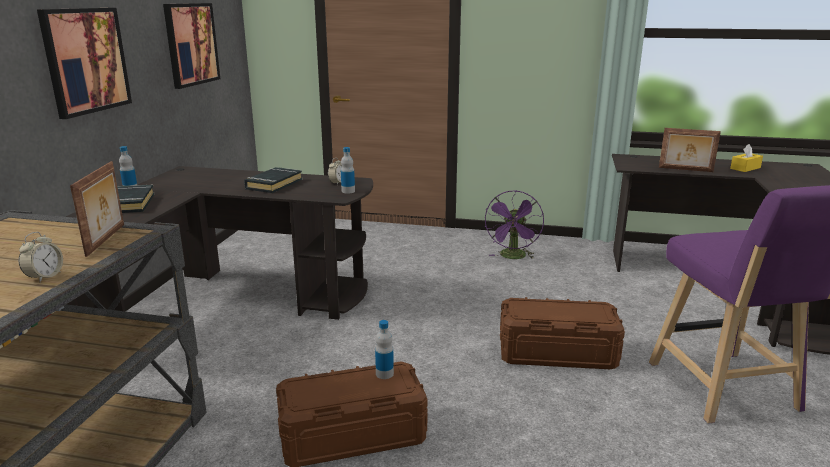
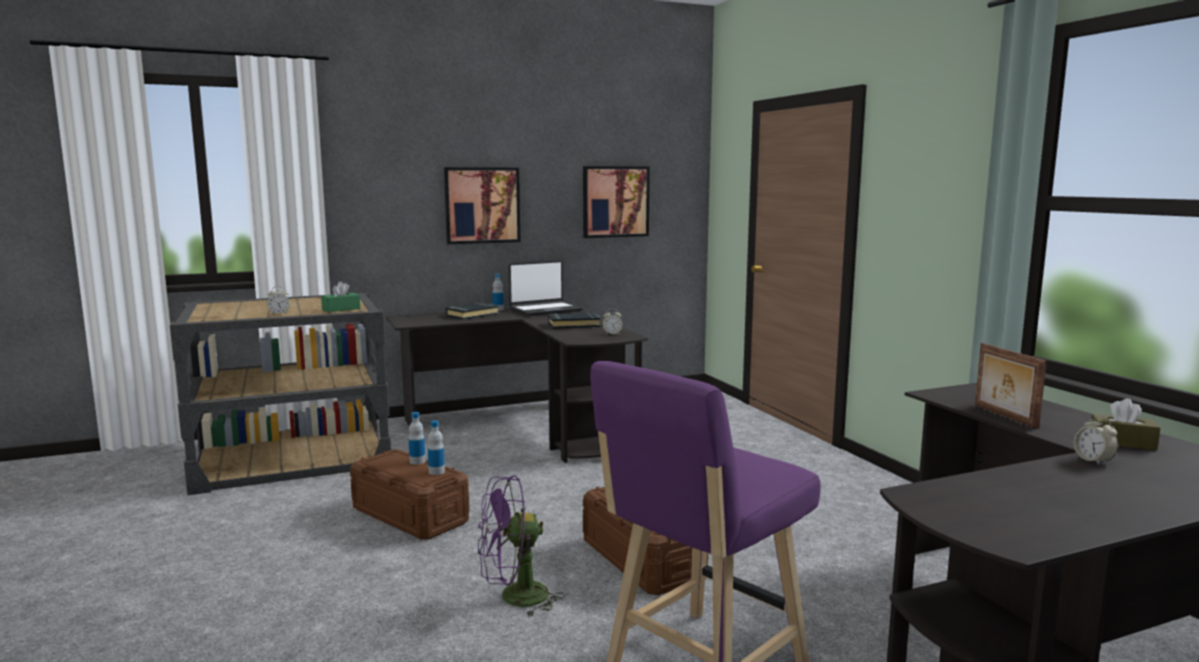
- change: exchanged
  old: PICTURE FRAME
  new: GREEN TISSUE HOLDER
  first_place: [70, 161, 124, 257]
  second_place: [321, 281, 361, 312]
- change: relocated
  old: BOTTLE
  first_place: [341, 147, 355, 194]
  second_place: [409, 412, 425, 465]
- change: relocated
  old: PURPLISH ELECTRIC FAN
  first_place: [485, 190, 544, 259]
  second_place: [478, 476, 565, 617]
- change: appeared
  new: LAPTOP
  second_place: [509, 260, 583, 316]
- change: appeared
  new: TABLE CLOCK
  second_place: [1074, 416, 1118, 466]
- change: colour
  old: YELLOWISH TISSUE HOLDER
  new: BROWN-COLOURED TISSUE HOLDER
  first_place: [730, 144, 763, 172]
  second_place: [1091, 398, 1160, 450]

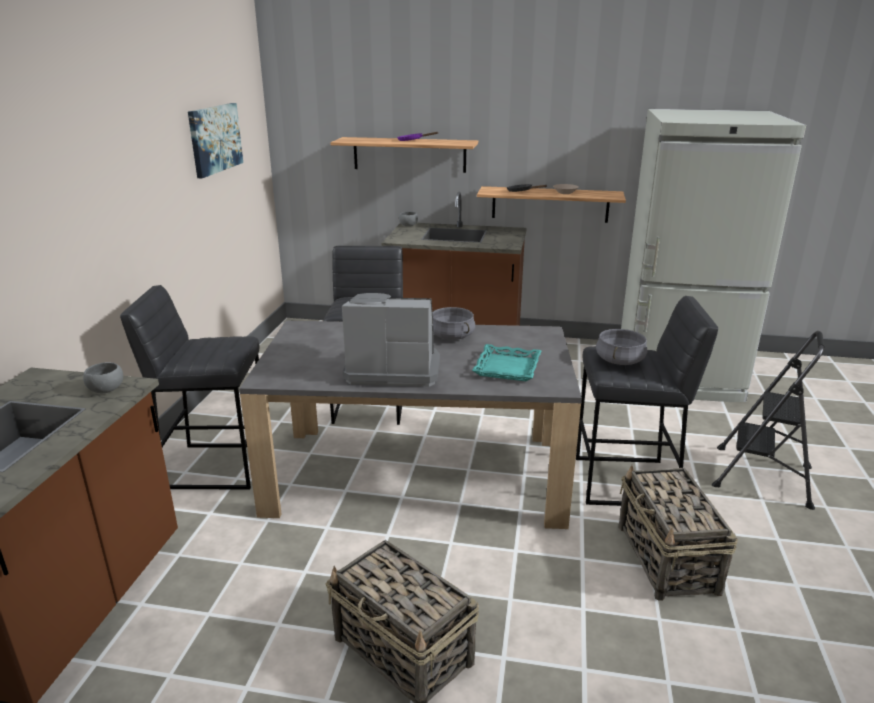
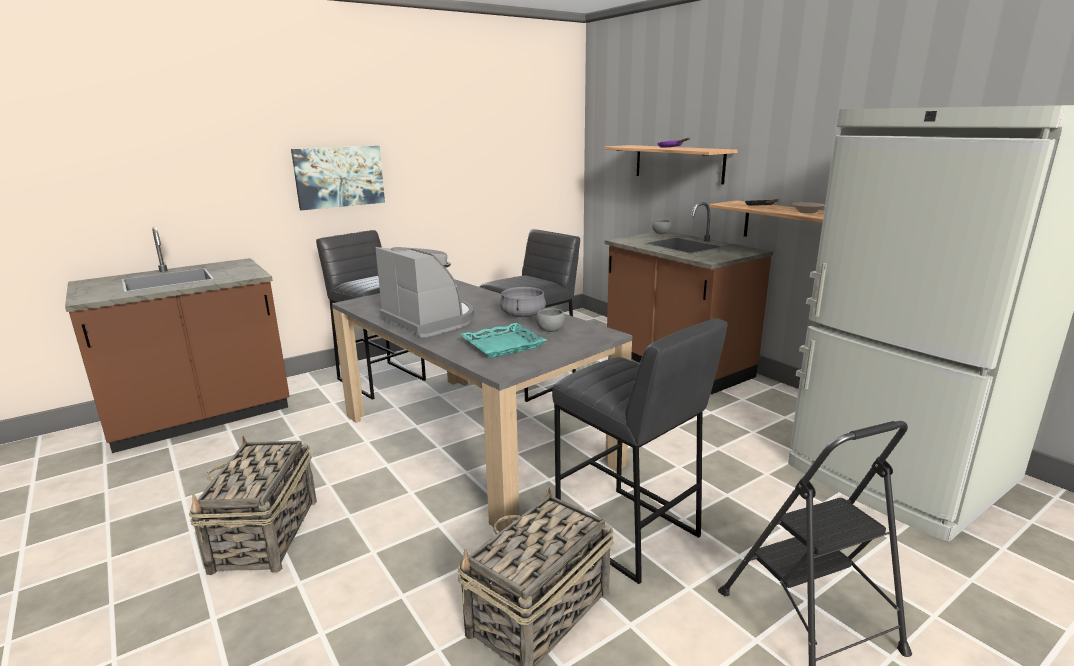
- change: relocated
  old: WALL ART
  first_place: [188, 103, 243, 178]
  second_place: [291, 146, 385, 210]
- change: relocated
  old: GREY SERVING BOWL
  first_place: [83, 362, 123, 393]
  second_place: [536, 308, 566, 332]
- change: missing
  old: GREY STOCKPOT
  first_place: [596, 329, 648, 365]

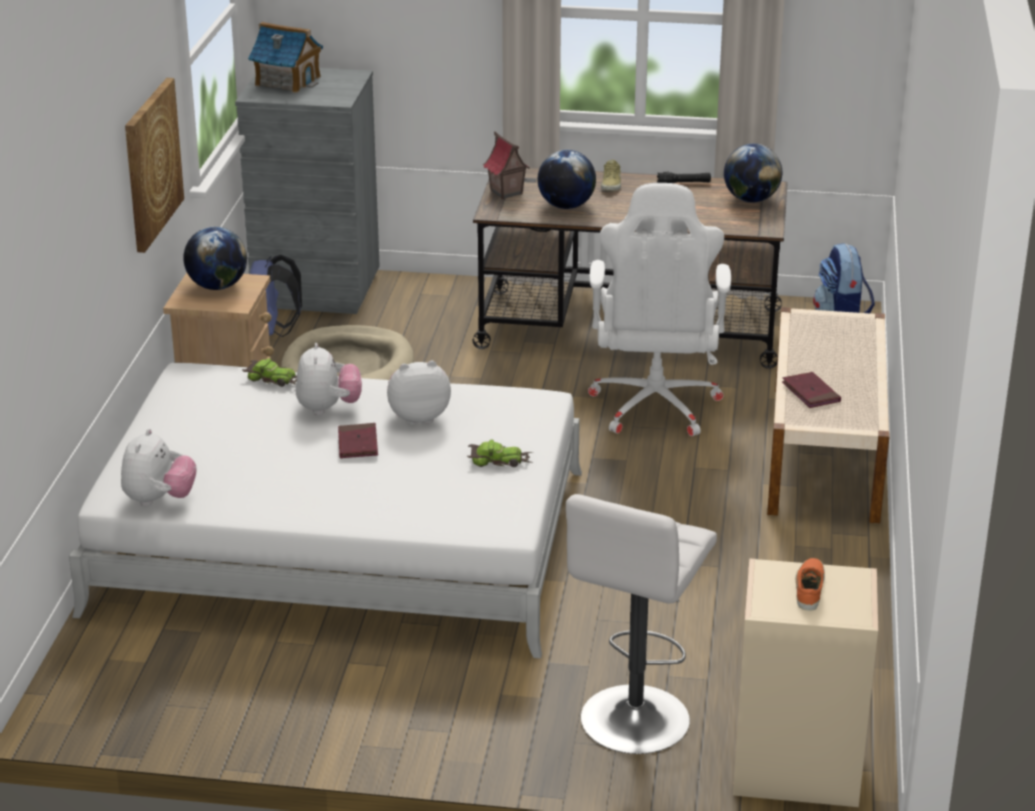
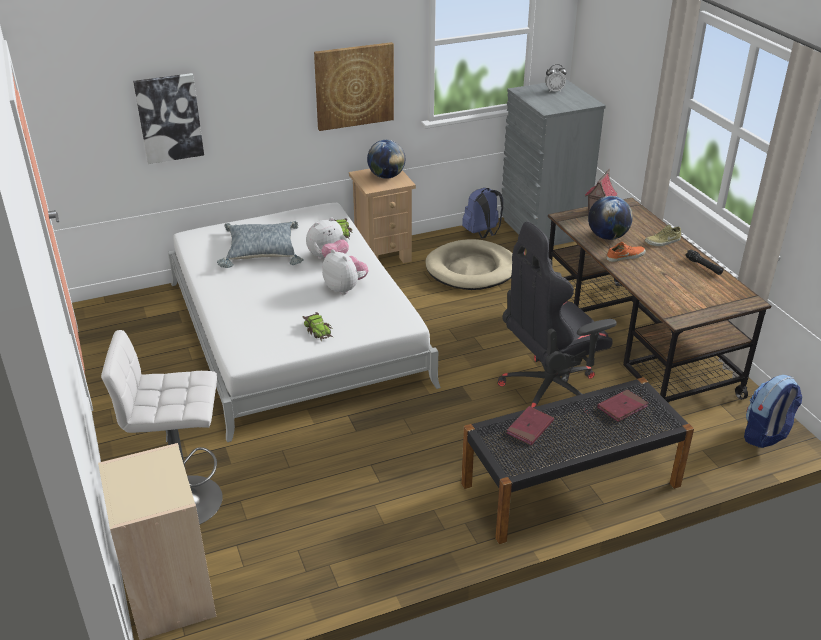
- change: appeared
  new: WALL ART
  second_place: [133, 73, 204, 164]
- change: appeared
  new: CUSHION
  second_place: [217, 221, 304, 268]
- change: colour
  old: BEIGE-COLOURED LONG SEAT
  new: BLACK-COLOURED LONG SEAT
  first_place: [767, 307, 890, 524]
  second_place: [461, 377, 694, 544]
- change: colour
  old: WHITE OFFICE CHAIR
  new: BLACK-COLOURED OFFICE CHAIR
  first_place: [588, 183, 731, 436]
  second_place: [498, 222, 617, 414]
- change: exchanged
  old: MODEL HOUSE
  new: TABLE CLOCK
  first_place: [248, 22, 323, 93]
  second_place: [545, 64, 566, 93]
- change: relocated
  old: RED BOUND BOOK
  first_place: [338, 423, 378, 458]
  second_place: [597, 389, 648, 422]
- change: relocated
  old: ORANGE-COLOURED ITEM OF FOOTWEAR
  first_place: [795, 558, 825, 611]
  second_place: [607, 242, 646, 262]
- change: missing
  old: SOFT TOY
  first_place: [121, 429, 196, 506]
- change: missing
  old: WORLD GLOBE
  first_place: [724, 144, 782, 202]

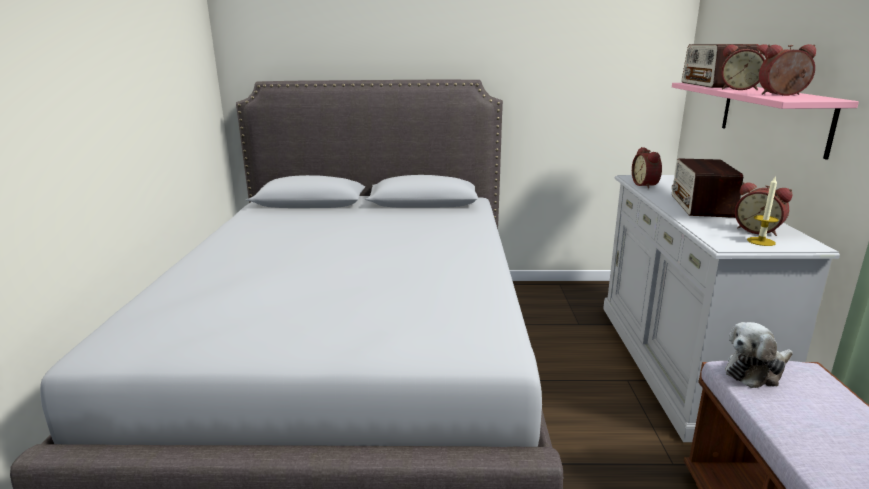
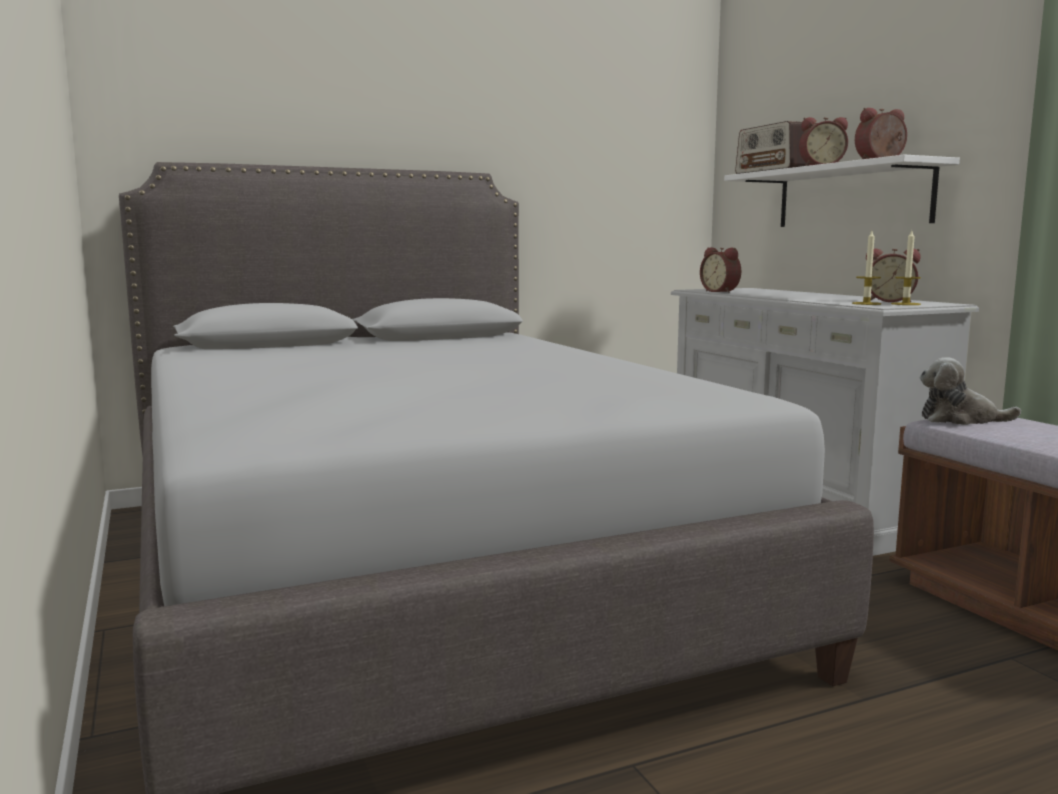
- change: colour
  old: PINK BRACKET SHELF
  new: WHITE BRACKET SHELF
  first_place: [672, 83, 859, 160]
  second_place: [724, 155, 960, 227]
- change: appeared
  new: WAX CANDLE
  second_place: [852, 231, 881, 305]
- change: spun
  old: SOFT TOY
  first_place: [725, 322, 793, 388]
  second_place: [919, 357, 1021, 425]
  degrees: 60
- change: missing
  old: RADIO SET
  first_place: [671, 158, 743, 218]

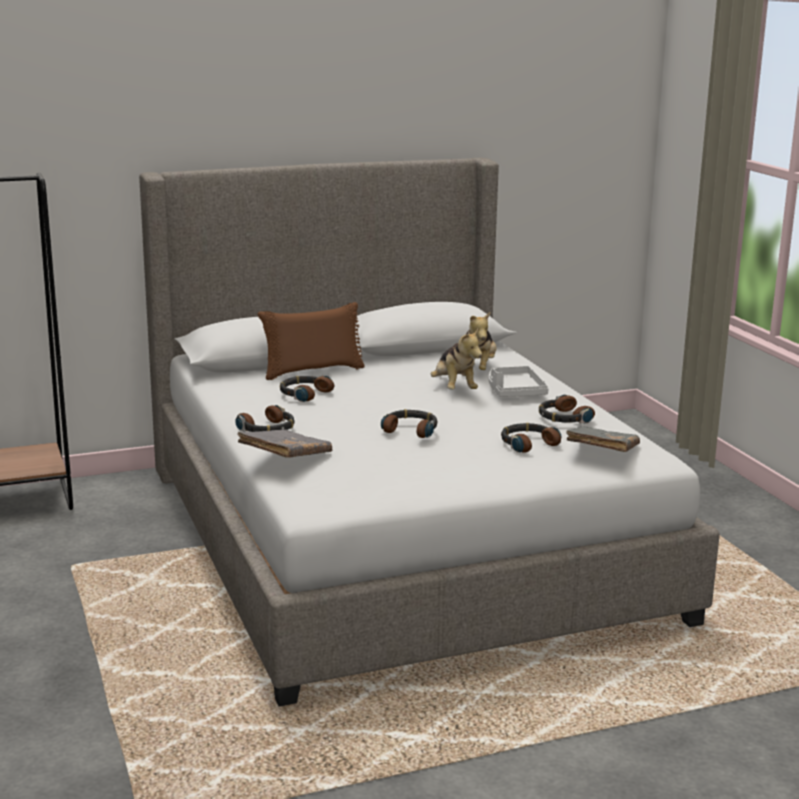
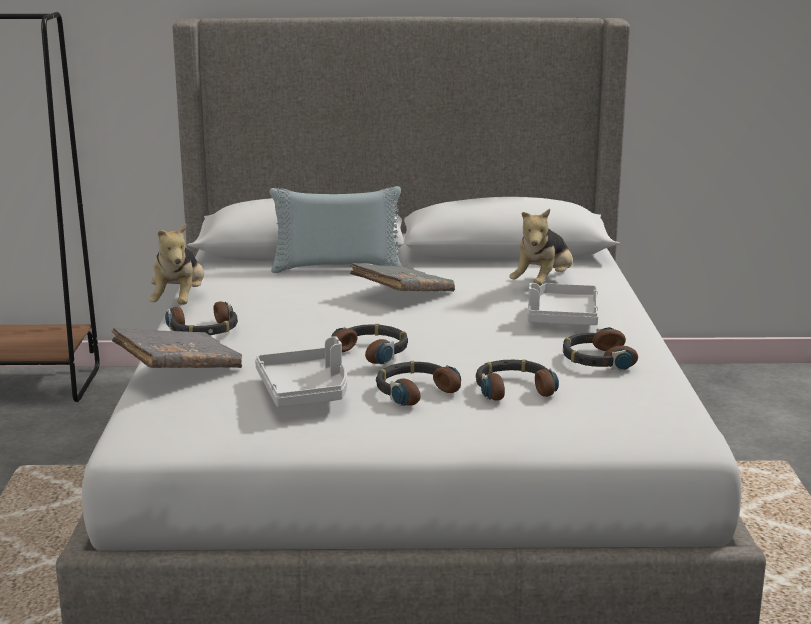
- change: relocated
  old: SOFT TOY
  first_place: [431, 328, 482, 390]
  second_place: [149, 223, 204, 305]
- change: appeared
  new: GREY TRAY
  second_place: [255, 336, 347, 407]
- change: colour
  old: BROWN-COLOURED CUSHION
  new: BLUE CUSHION
  first_place: [258, 302, 365, 380]
  second_place: [269, 186, 401, 273]
- change: relocated
  old: GREY BOUND BOOK
  first_place: [566, 426, 640, 452]
  second_place: [350, 263, 455, 292]
- change: relocated
  old: HEADPHONES
  first_place: [280, 376, 334, 402]
  second_place: [376, 361, 461, 406]

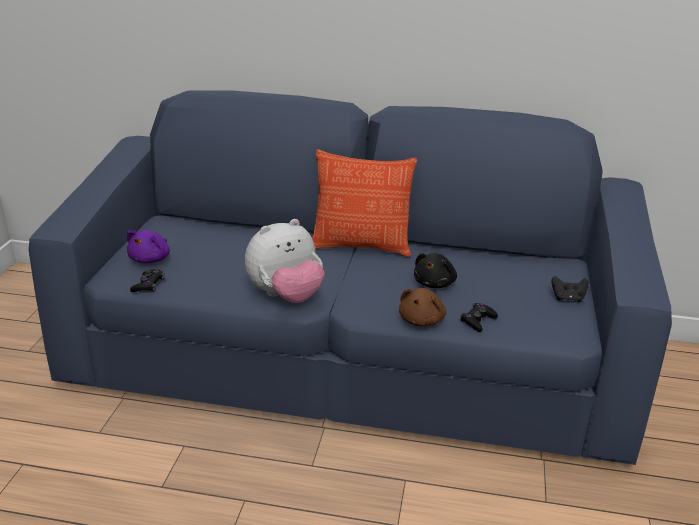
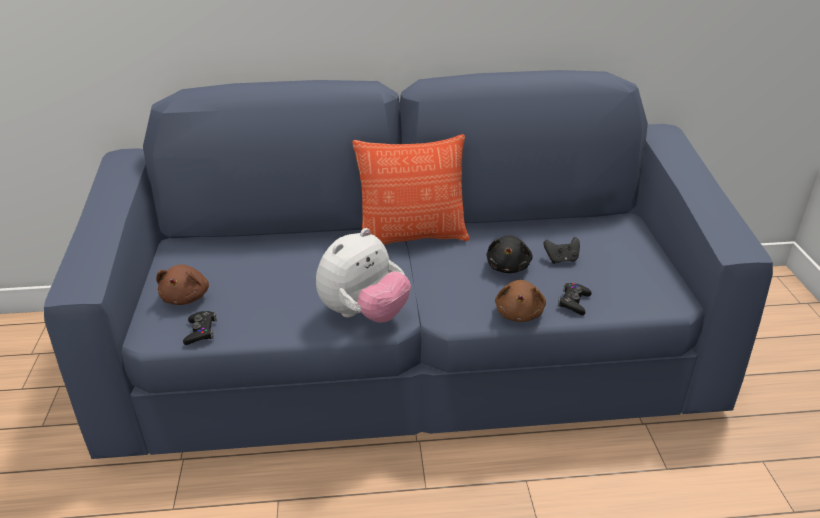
- change: colour
  old: PURPLISH SOFT TOY
  new: BROWN-COLOURED SOFT TOY
  first_place: [127, 230, 170, 263]
  second_place: [156, 264, 209, 305]
- change: relocated
  old: BLACK-COLOURED JOYPAD
  first_place: [551, 276, 588, 302]
  second_place: [544, 237, 580, 264]

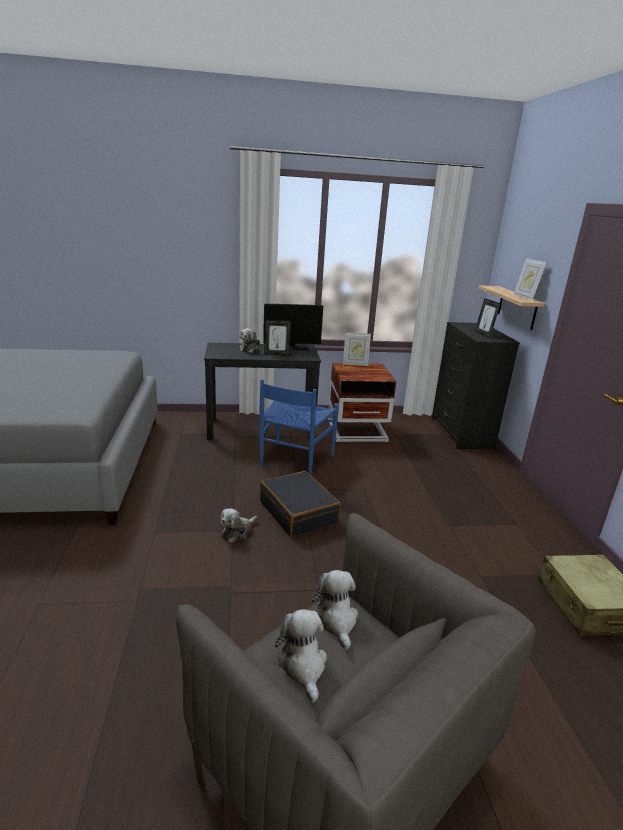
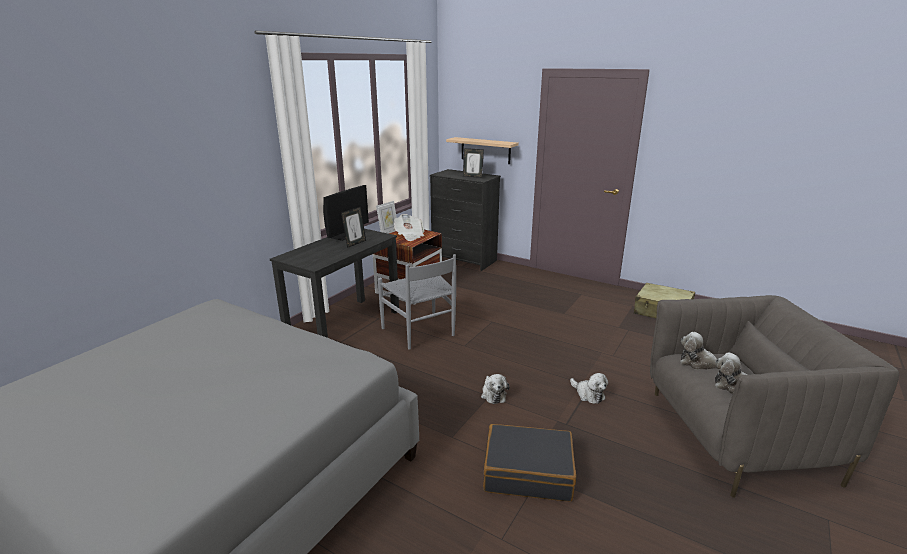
- change: colour
  old: BLUE UPRIGHT CHAIR
  new: GREY UPRIGHT CHAIR
  first_place: [259, 379, 339, 476]
  second_place: [378, 254, 456, 350]
- change: appeared
  new: NEWSPAPER
  second_place: [394, 214, 424, 241]
- change: relocated
  old: BLACK-COLOURED TRAVEL CASE
  first_place: [260, 471, 341, 537]
  second_place: [483, 424, 576, 501]
- change: relocated
  old: SOFT TOY
  first_place: [239, 328, 260, 353]
  second_place: [570, 373, 608, 404]
- change: missing
  old: PICTURE FRAME
  first_place: [513, 258, 546, 300]

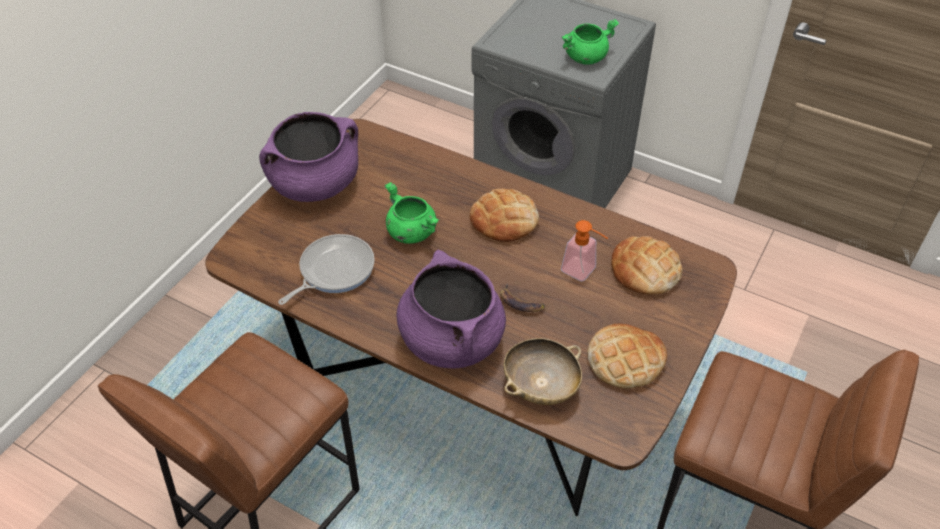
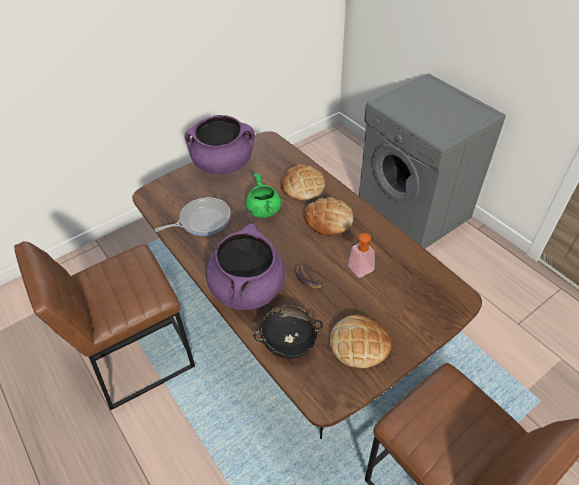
- change: colour
  old: BEIGE-COLOURED SERVING BOWL
  new: BLACK-COLOURED SERVING BOWL
  first_place: [503, 338, 582, 405]
  second_place: [253, 305, 323, 359]
- change: relocated
  old: BREAD
  first_place: [611, 236, 683, 294]
  second_place: [280, 165, 325, 200]
- change: missing
  old: GREEN STOCKPOT
  first_place: [562, 19, 619, 65]

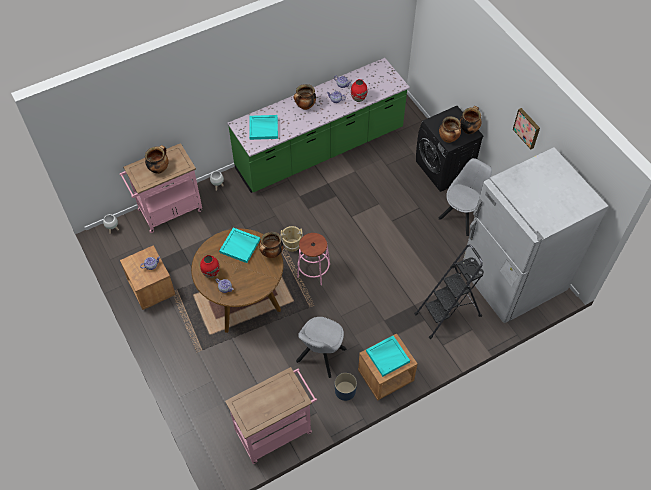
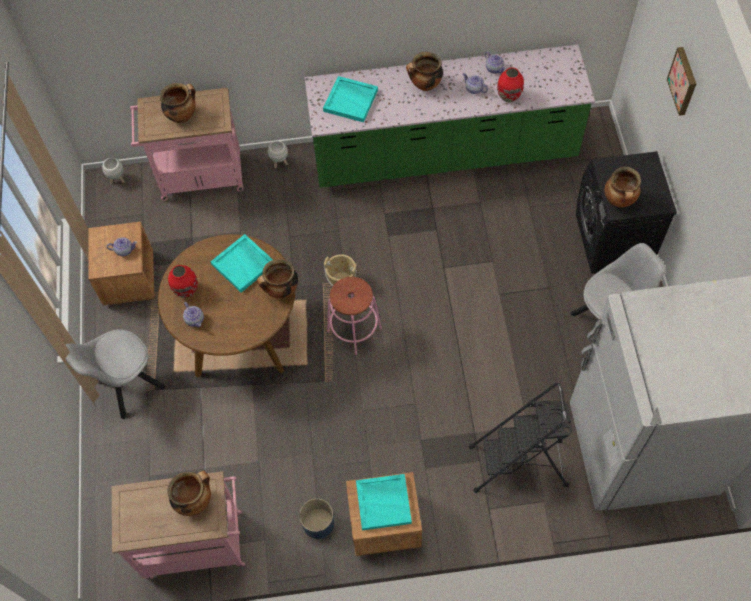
- change: relocated
  old: GREY UPRIGHT CHAIR
  first_place: [296, 317, 347, 378]
  second_place: [65, 329, 166, 419]
- change: relocated
  old: STOCKPOT
  first_place: [460, 106, 481, 134]
  second_place: [167, 470, 211, 516]
- change: relocated
  old: WALL ART
  first_place: [513, 108, 540, 149]
  second_place: [667, 47, 696, 116]

